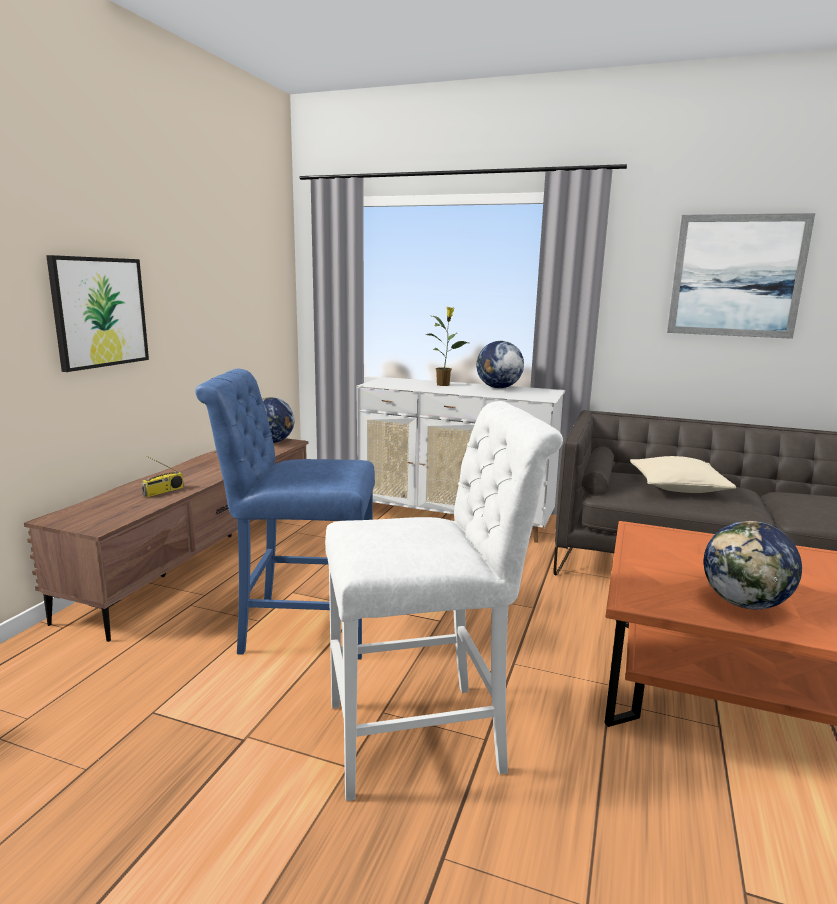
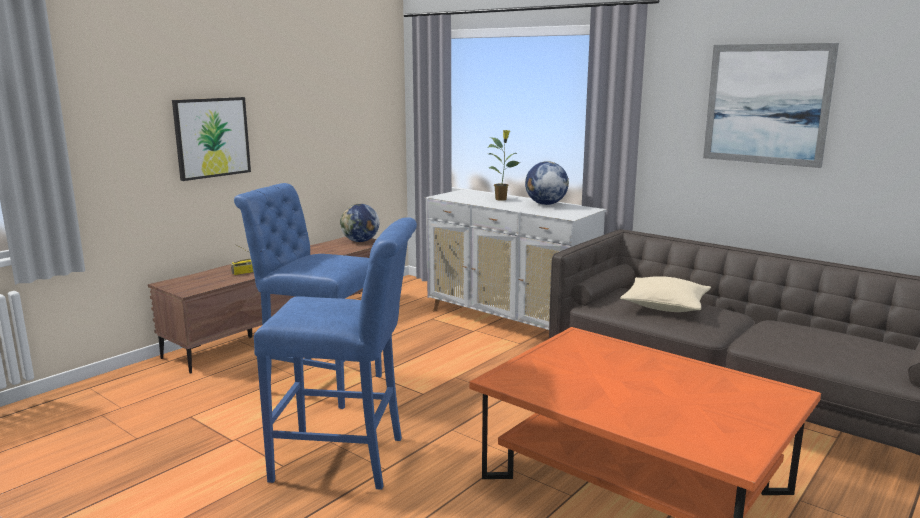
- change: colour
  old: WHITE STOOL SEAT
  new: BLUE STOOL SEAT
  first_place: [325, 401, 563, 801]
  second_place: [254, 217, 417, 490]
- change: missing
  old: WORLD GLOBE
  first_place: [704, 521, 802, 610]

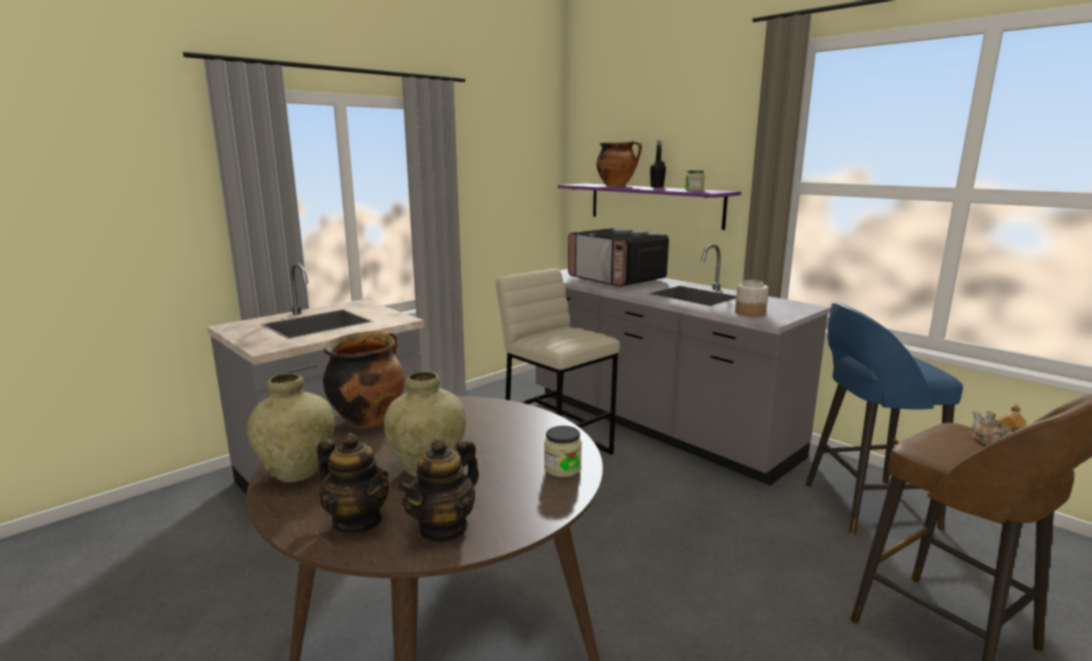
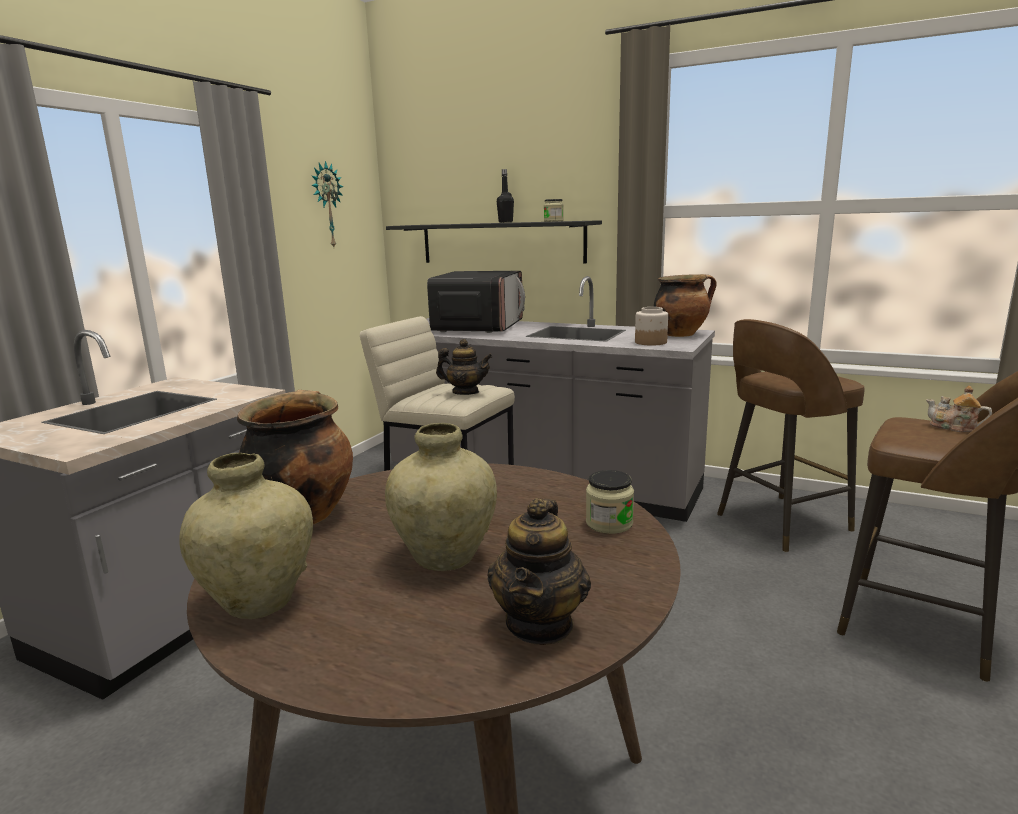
- change: appeared
  new: CLOCK ON THE WALL
  second_place: [311, 161, 343, 247]
- change: colour
  old: PURPLISH BRACKET SHELF
  new: BLACK-COLOURED BRACKET SHELF
  first_place: [558, 184, 741, 230]
  second_place: [386, 220, 602, 263]
- change: spun
  old: KITCHEN MICROWAVE
  first_place: [568, 228, 669, 287]
  second_place: [427, 271, 525, 333]
  degrees: -105
- change: relocated
  old: TEA POT
  first_place: [317, 433, 389, 533]
  second_place: [436, 339, 493, 395]
- change: relocated
  old: STOCKPOT
  first_place: [596, 141, 642, 186]
  second_place: [654, 274, 717, 337]
- change: colour
  old: BLUE STOOL SEAT
  new: BROWN-COLOURED STOOL SEAT
  first_place: [805, 303, 963, 535]
  second_place: [717, 319, 864, 552]

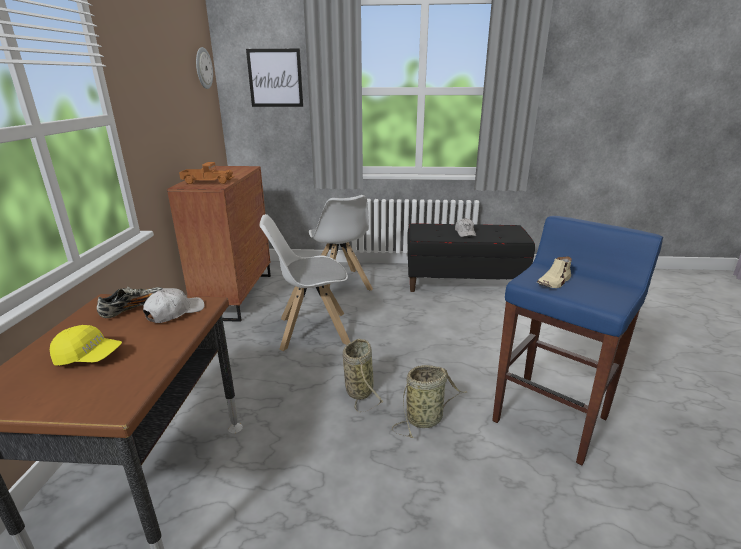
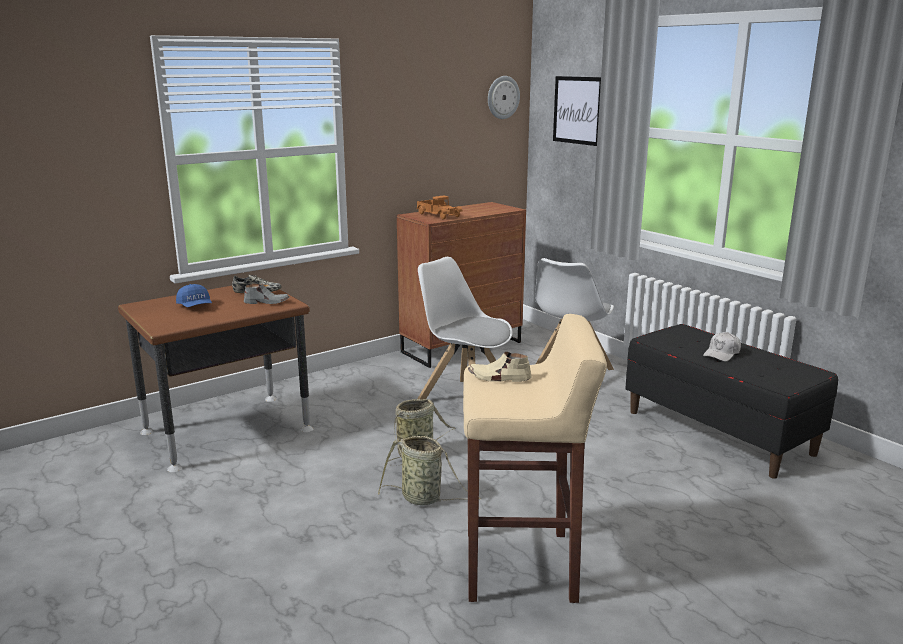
- change: colour
  old: YELLOWISH PEAKED CAP
  new: BLUE PEAKED CAP
  first_place: [50, 325, 122, 366]
  second_place: [176, 284, 212, 307]
- change: exchanged
  old: WHITE PEAKED CAP
  new: GREY ITEM OF FOOTWEAR
  first_place: [143, 288, 204, 323]
  second_place: [244, 284, 290, 304]
- change: colour
  old: BLUE STOOL SEAT
  new: BEIGE-COLOURED STOOL SEAT
  first_place: [492, 216, 663, 465]
  second_place: [463, 314, 607, 603]

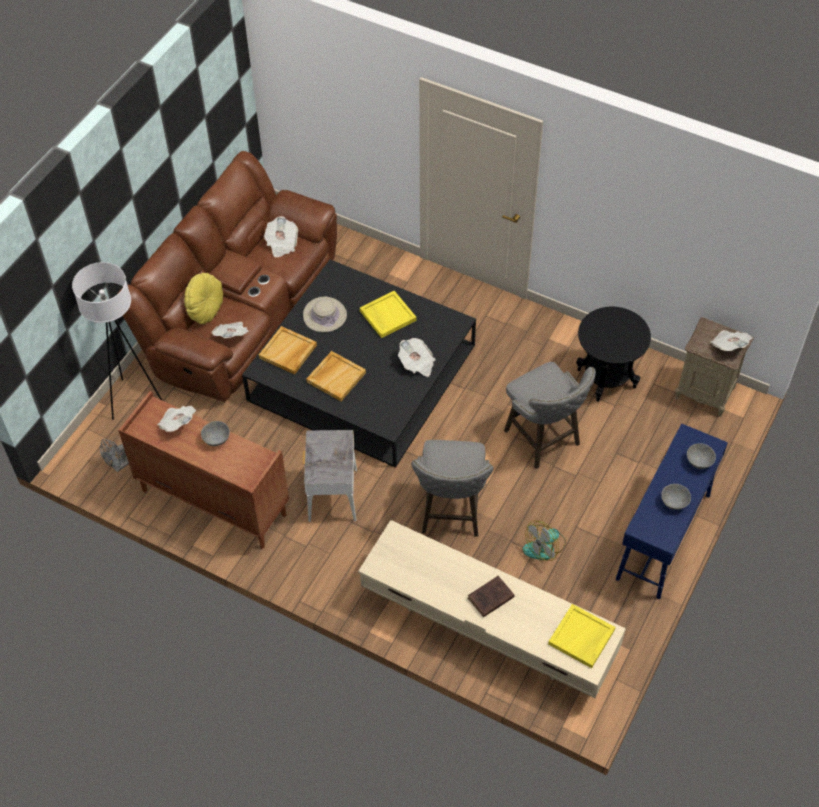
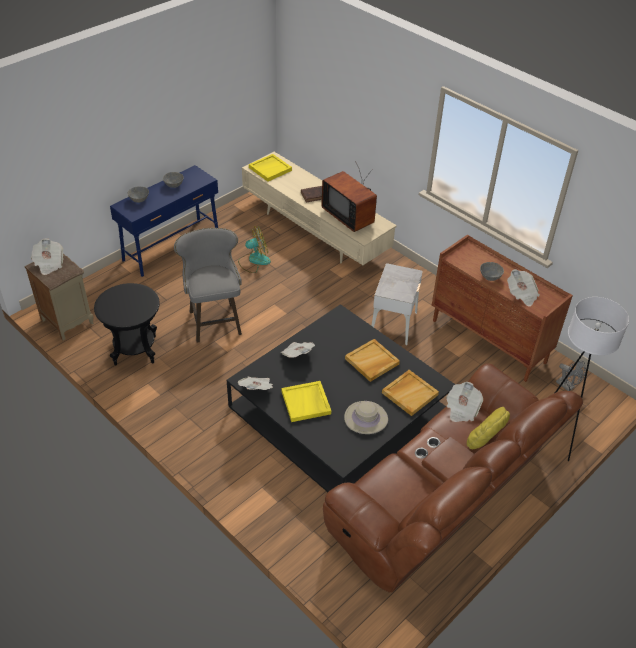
- change: relocated
  old: NEWSPAPER
  first_place: [264, 216, 298, 257]
  second_place: [238, 377, 273, 390]
- change: appeared
  new: TELEVISION
  second_place: [321, 161, 377, 232]
- change: spun
  old: GREY ELECTRIC FAN
  first_place: [100, 439, 129, 472]
  second_place: [556, 361, 586, 391]
  degrees: 75
- change: missing
  old: GREY STOOL SEAT
  first_place: [411, 440, 493, 537]

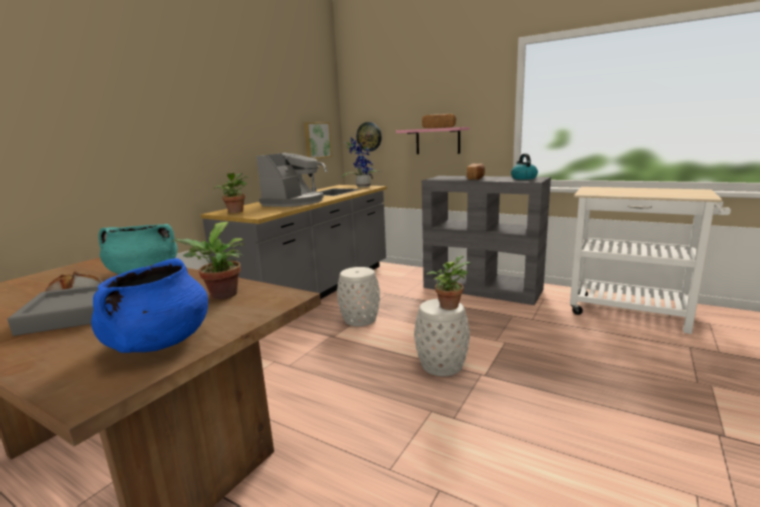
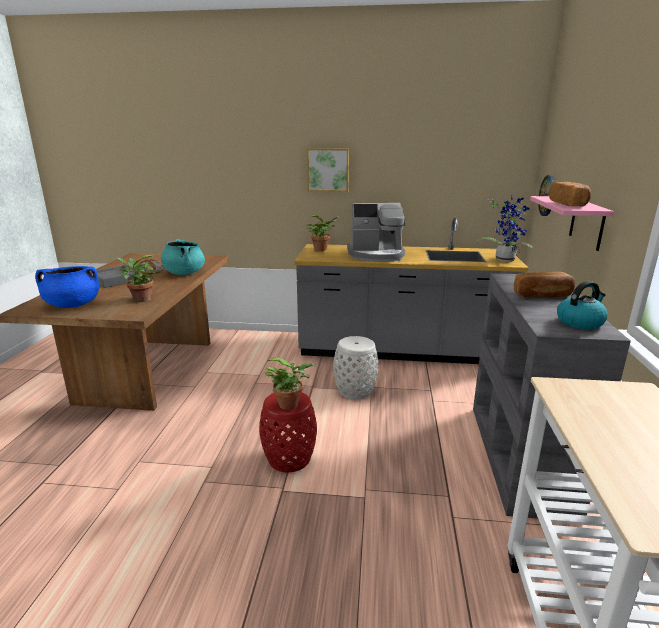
- change: colour
  old: WHITE STOOL SEAT
  new: RED STOOL SEAT
  first_place: [414, 299, 470, 376]
  second_place: [259, 392, 317, 472]
- change: relocated
  old: WALL ART
  first_place: [304, 122, 332, 159]
  second_place: [307, 148, 349, 192]

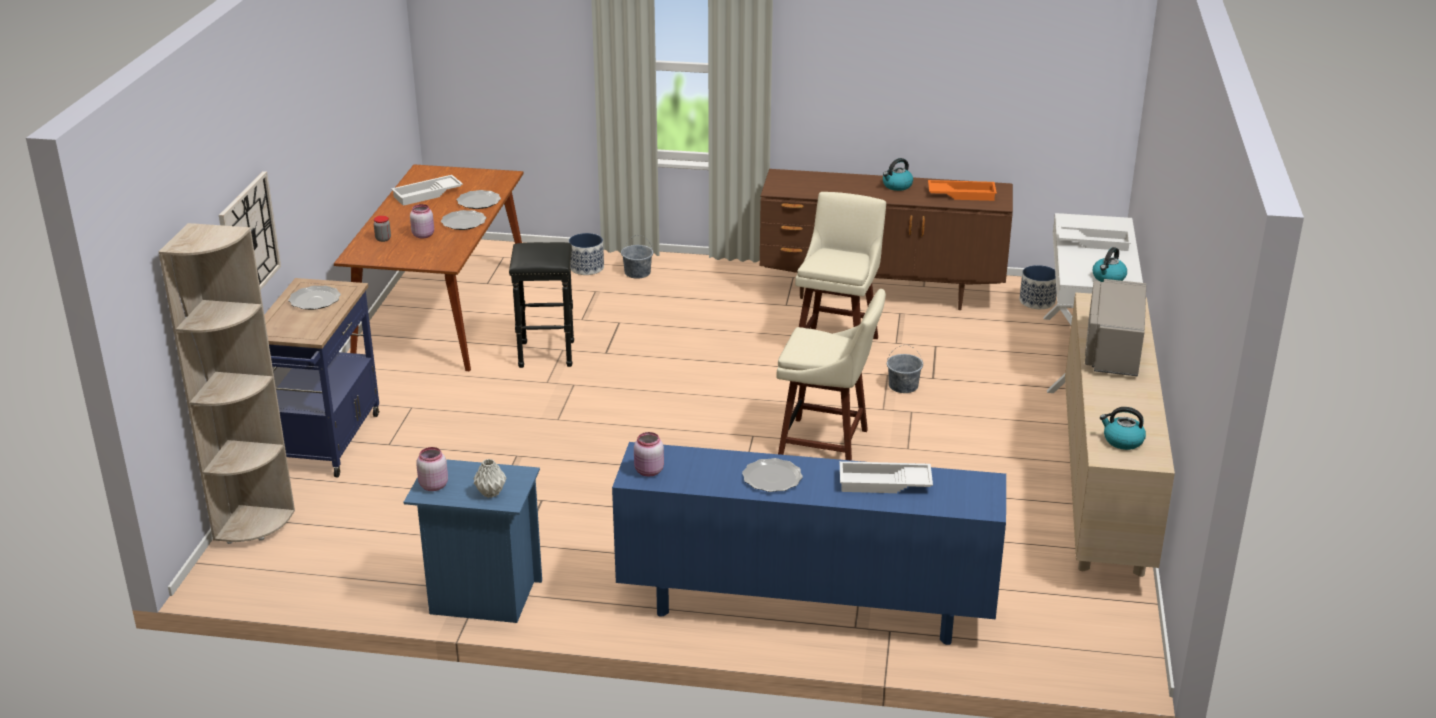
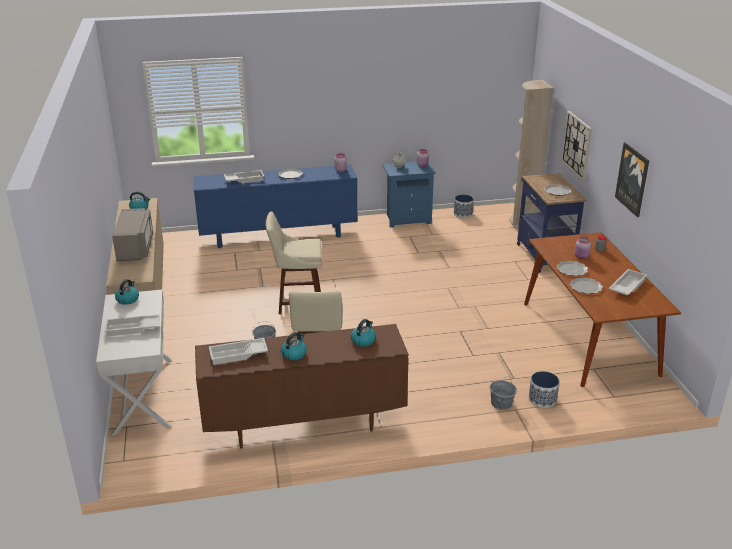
- change: colour
  old: ORANGE-COLOURED TRAY
  new: WHITE TRAY
  first_place: [928, 180, 997, 201]
  second_place: [209, 338, 268, 365]
- change: appeared
  new: TEA KETTLE
  second_place: [351, 319, 376, 347]
- change: relocated
  old: PLANT POT
  first_place: [1020, 265, 1057, 309]
  second_place: [454, 195, 474, 218]
- change: appeared
  new: WALL ART
  second_place: [615, 143, 649, 217]
- change: missing
  old: BLACK-COLOURED STOOL SEAT
  first_place: [509, 242, 574, 368]

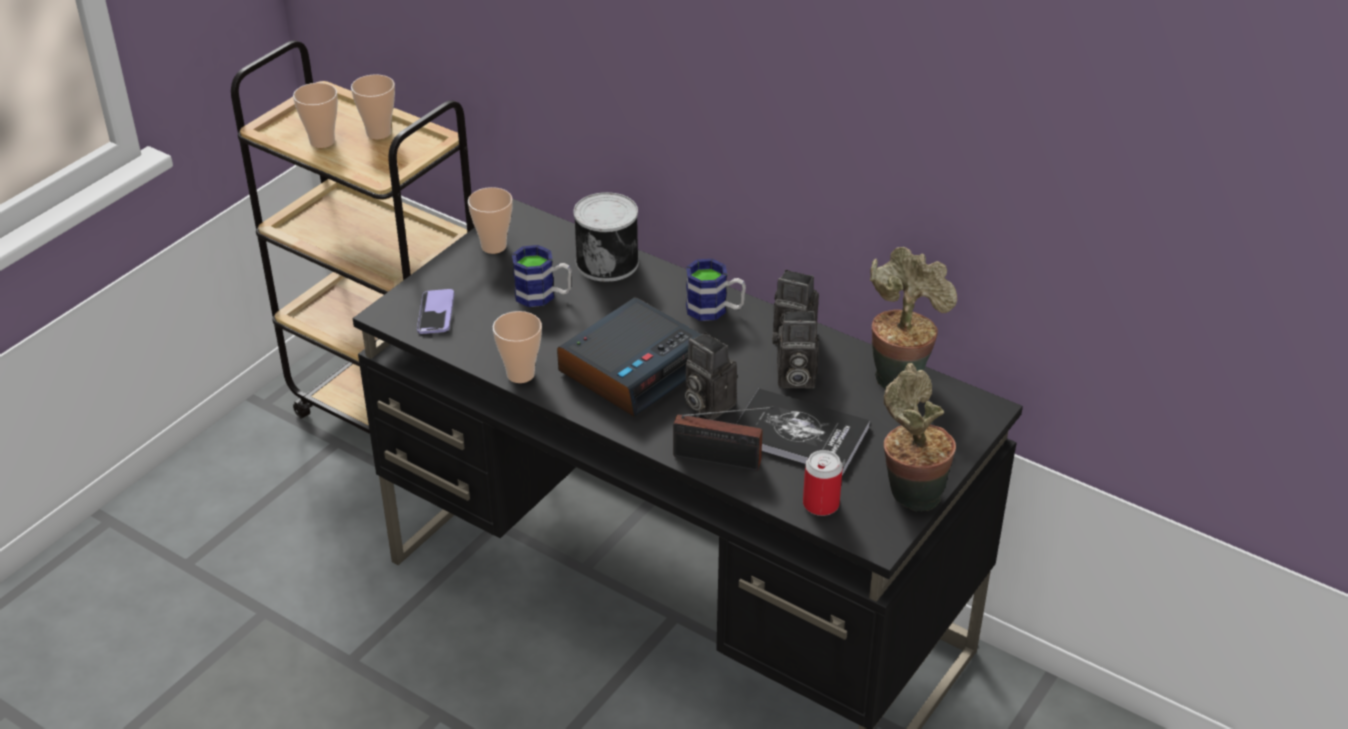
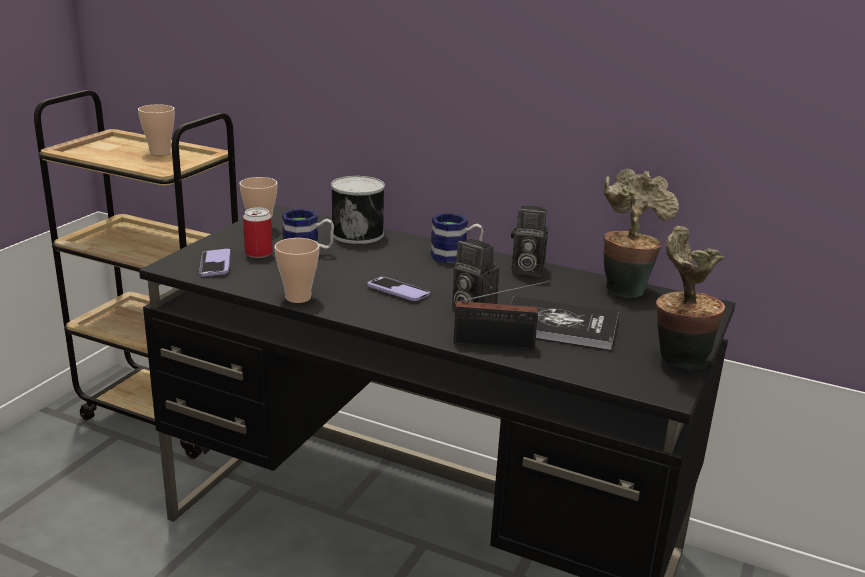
- change: relocated
  old: SEALED CAN
  first_place: [803, 450, 843, 516]
  second_place: [243, 208, 273, 258]
- change: exchanged
  old: TABLE CLOCK
  new: TELEPHONE
  first_place: [557, 297, 702, 417]
  second_place: [367, 277, 430, 301]
- change: missing
  old: DRINKING CUP
  first_place: [293, 83, 338, 148]
- change: missing
  old: PHOTO CAMERA
  first_place: [772, 311, 819, 389]

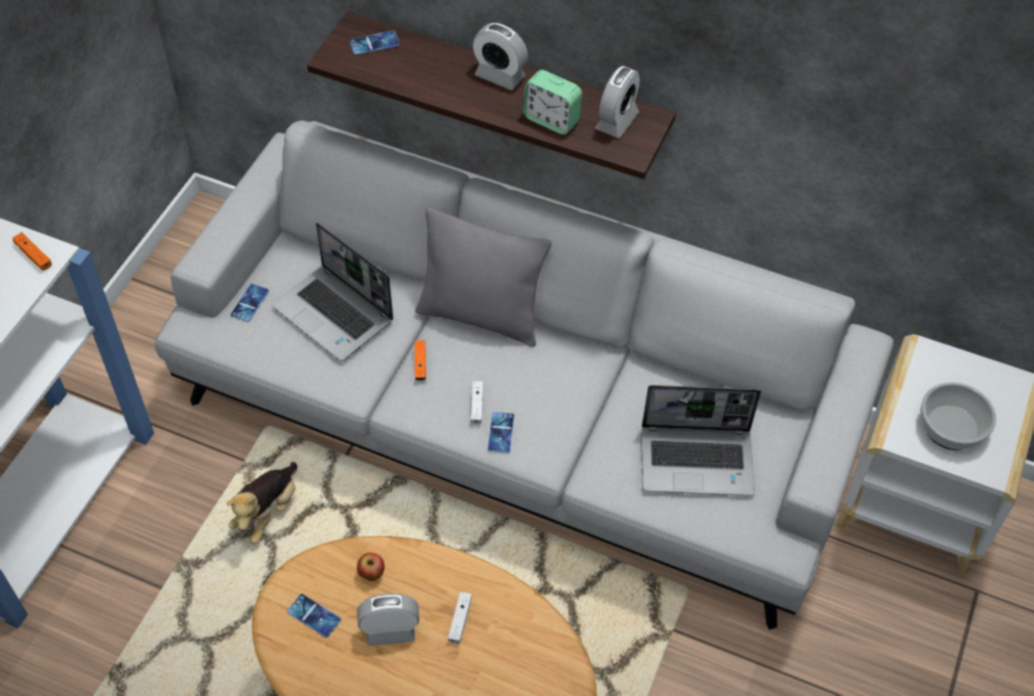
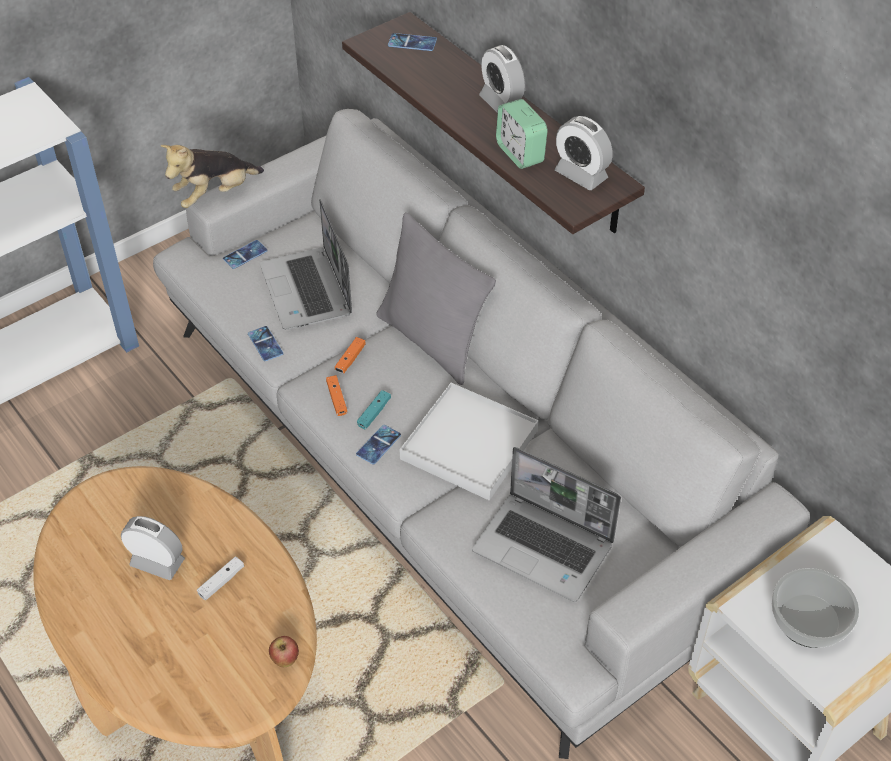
- change: relocated
  old: SOFT TOY
  first_place: [226, 462, 297, 544]
  second_place: [160, 145, 264, 208]
- change: relocated
  old: TELEPHONE
  first_place: [287, 594, 341, 638]
  second_place: [248, 326, 284, 361]
- change: relocated
  old: WHOLE APPLE
  first_place: [357, 553, 385, 581]
  second_place: [269, 636, 299, 667]
- change: relocated
  old: ORANGE-COLOURED JOYPAD
  first_place: [12, 232, 52, 271]
  second_place: [326, 375, 347, 416]
- change: colour
  old: WHITE JOYPAD
  new: TURQUOISE-COLOURED JOYPAD
  first_place: [471, 381, 484, 424]
  second_place: [357, 390, 391, 430]
- change: appeared
  new: WHITE TRAY
  second_place: [400, 383, 538, 500]
- change: spun
  old: TABLE CLOCK
  first_place: [595, 66, 640, 138]
  second_place: [555, 116, 613, 190]
  degrees: 75

